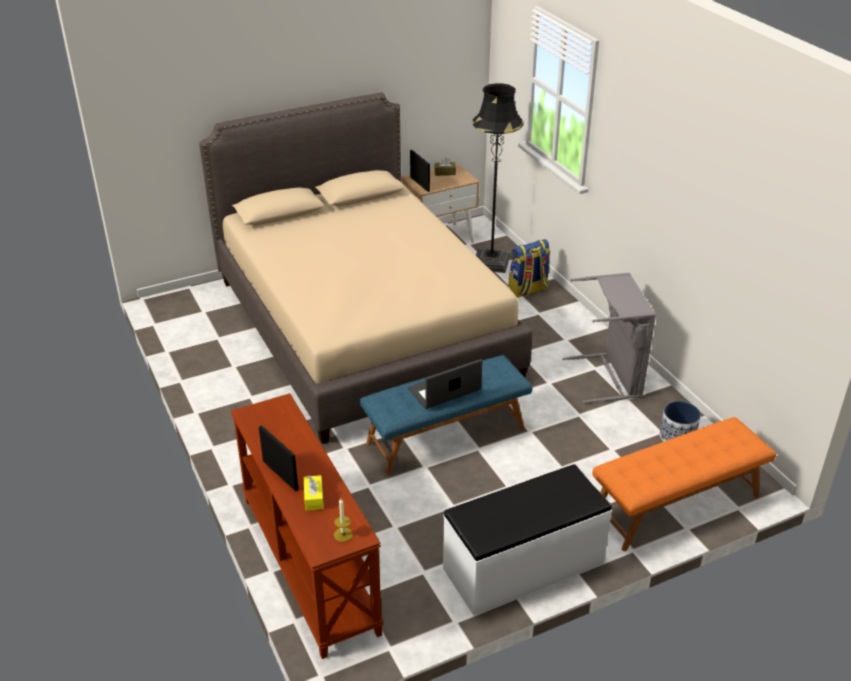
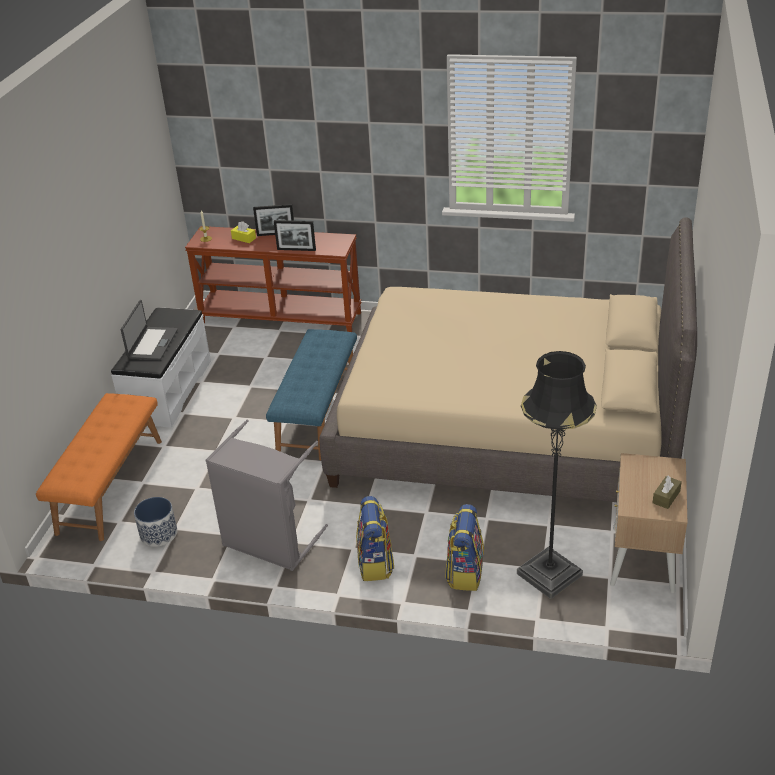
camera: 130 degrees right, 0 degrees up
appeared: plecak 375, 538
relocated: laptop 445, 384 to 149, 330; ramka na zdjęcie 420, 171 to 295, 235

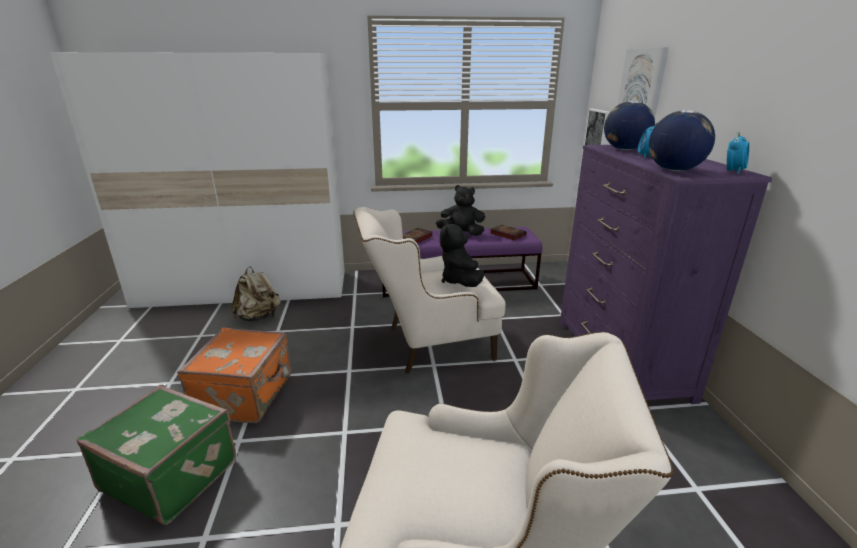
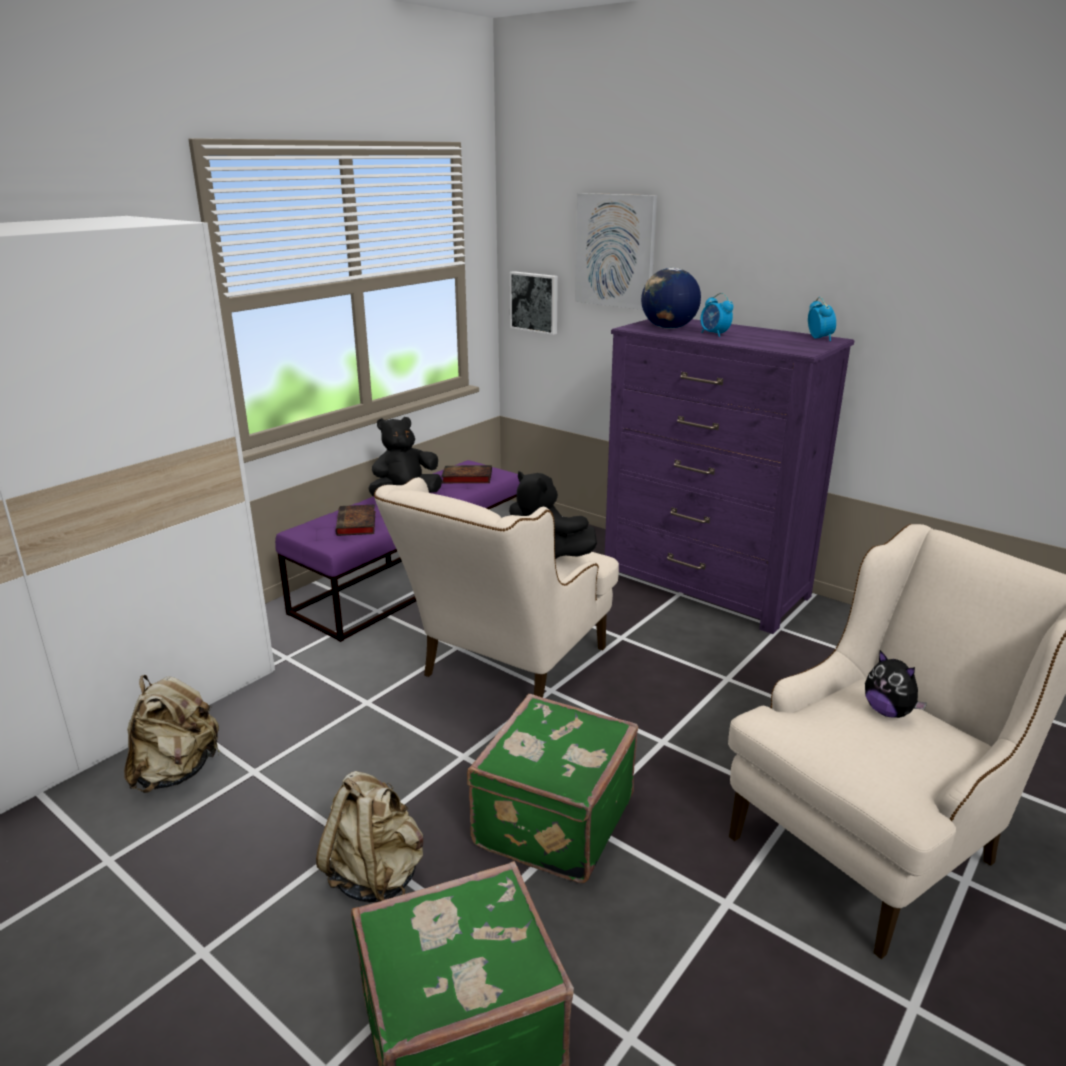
camera: 45 degrees left, 0 degrees up
missing: globus 682, 140
appeared: walizka (zielony) 552, 788; pluszak 896, 684
exchanged: walizka (pomarańczowy) 234, 375 to plecak (beżowy) 369, 837

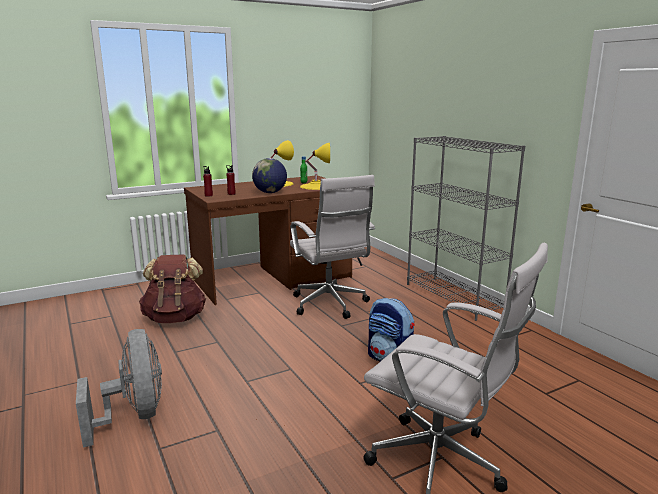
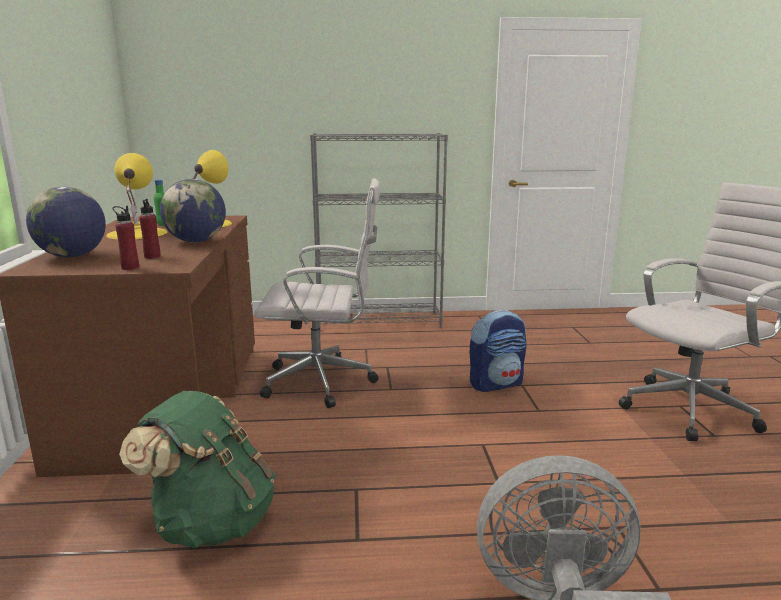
camera: 65 degrees left, 0 degrees up
appeared: globus 66, 222
colour: plecak (brązowy) 172, 289 to plecak (zielony) 197, 469

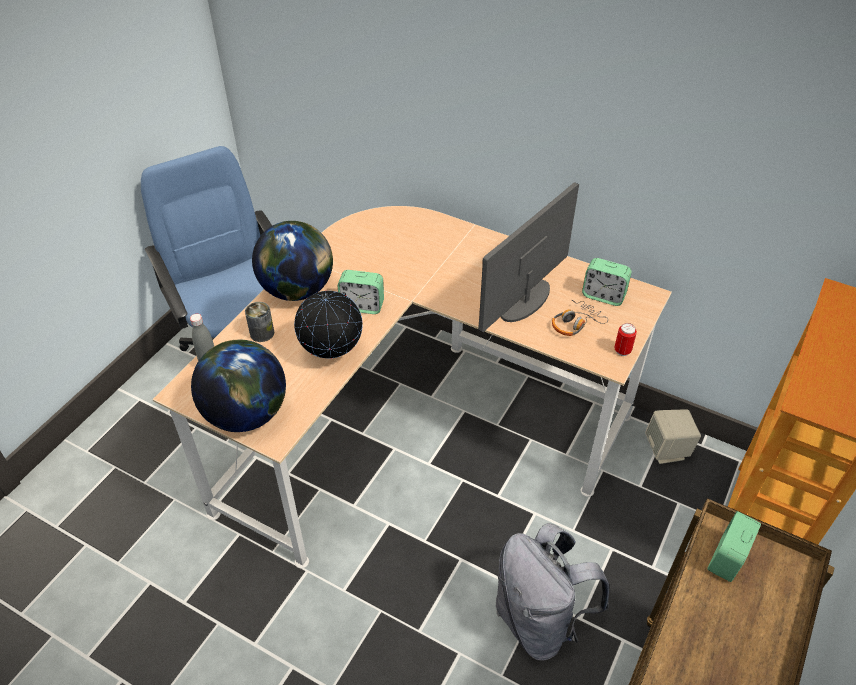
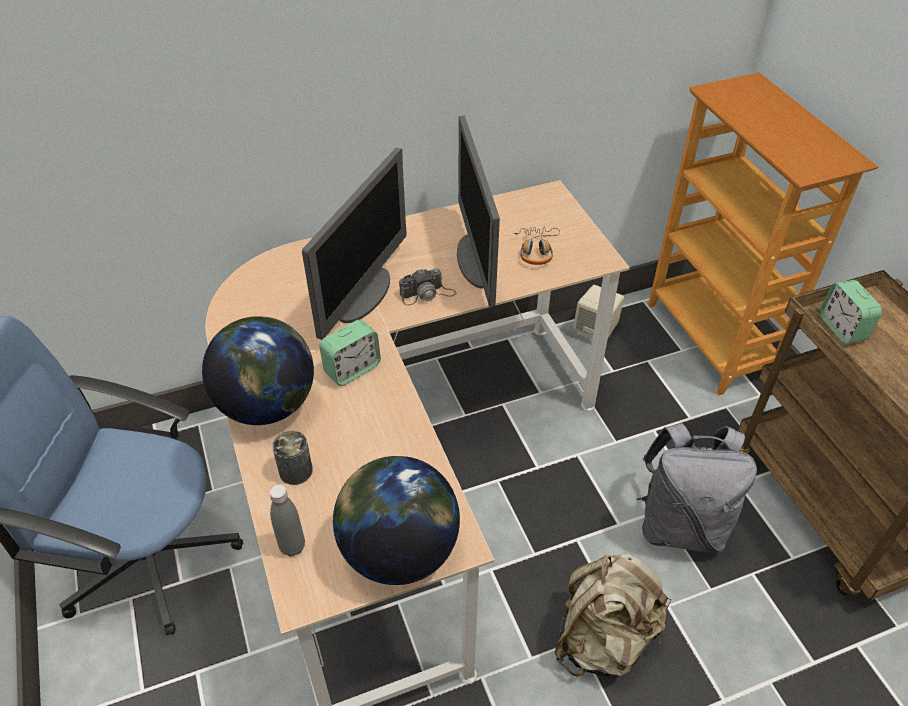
camera: 50 degrees left, 0 degrees up
missing: globus 328, 324; budzik 607, 282; puszka 625, 339
appeared: monitor 354, 244; aparat fotograficzny 427, 287; plecak (beżowy) 613, 615

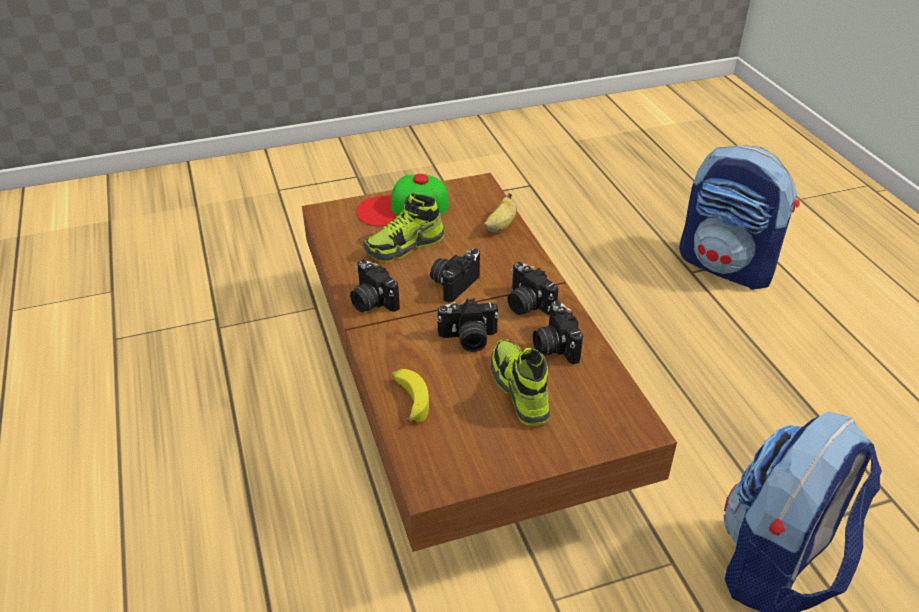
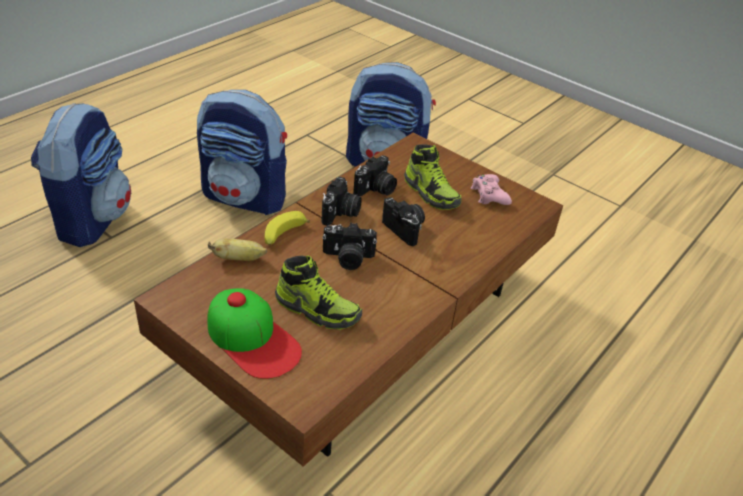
camera: 125 degrees left, 0 degrees up
missing: aparat fotograficzny 375, 285
appeared: plecak 242, 152; pad do gier (różowy) 491, 189
relocated: banan 410, 395 to 287, 228
spun: but 520, 382 = 433, 177 75 degrees counterclockwise

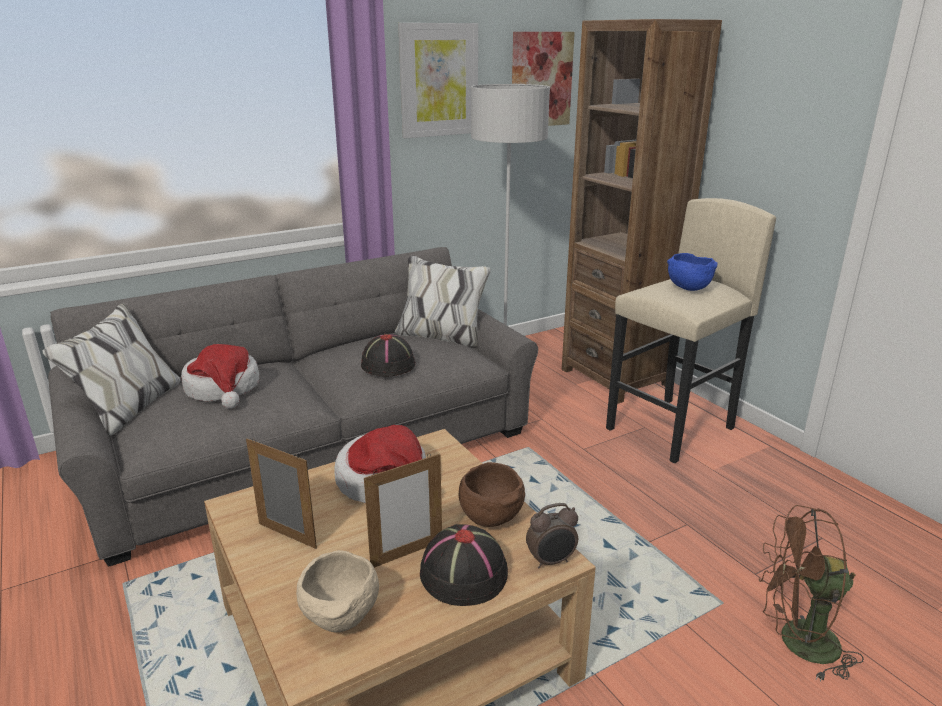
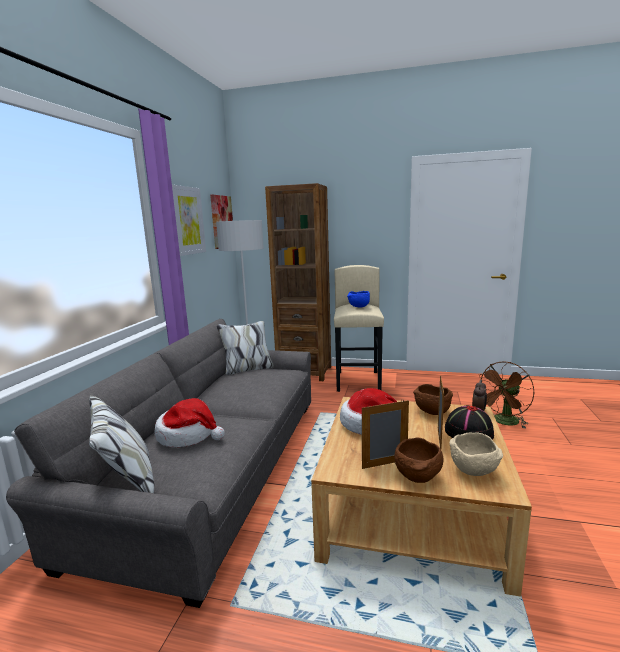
camera: 45 degrees left, 10 degrees down
missing: kapelusz (czarny) 388, 355
appeared: miska (brązowy) 419, 460

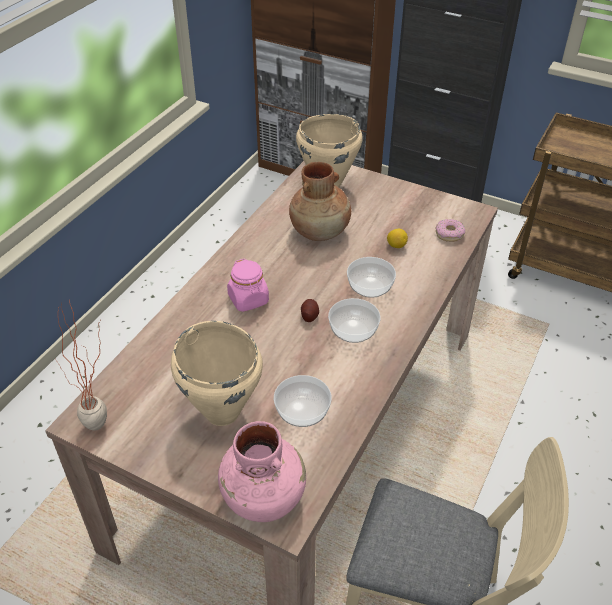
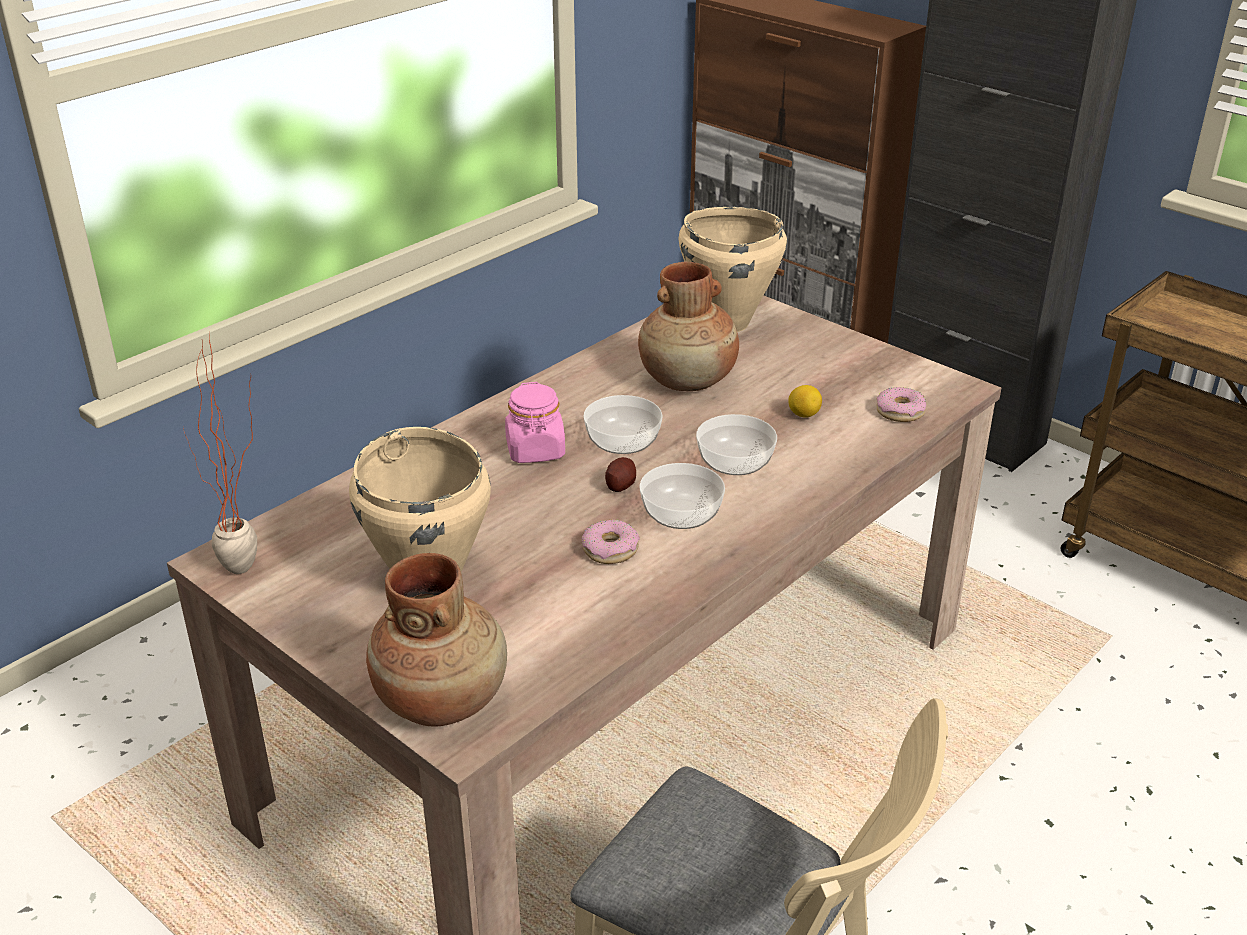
camera: 15 degrees right, 10 degrees down
appeared: donut 611, 542
relocated: miska 303, 401 to 623, 424
colour: wazon (różowy) 262, 471 to wazon (brązowy) 436, 640

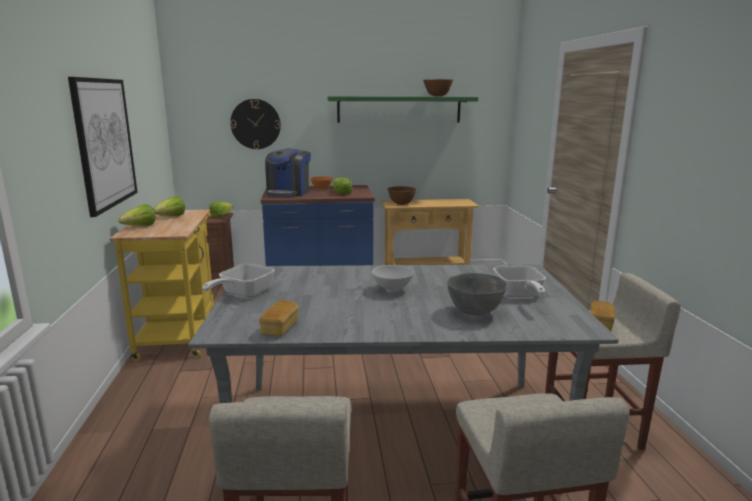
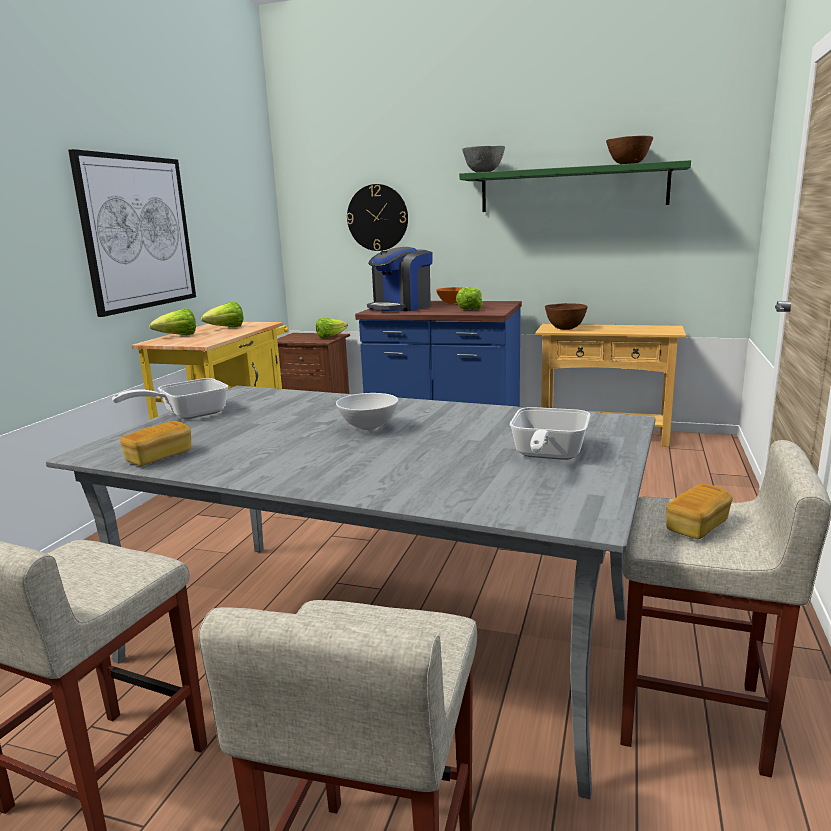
camera: 25 degrees right, 0 degrees up
relocated: miska (szary) 477, 294 to 483, 159

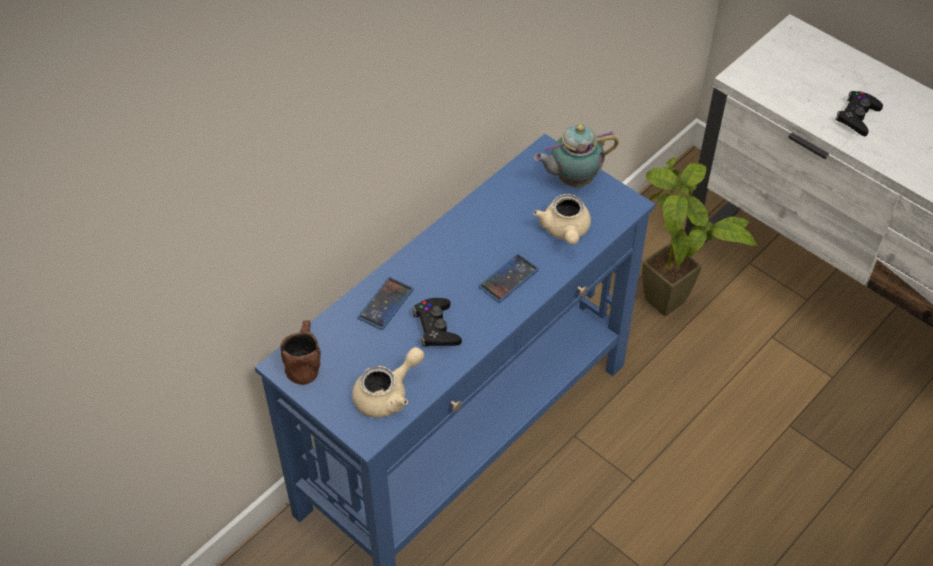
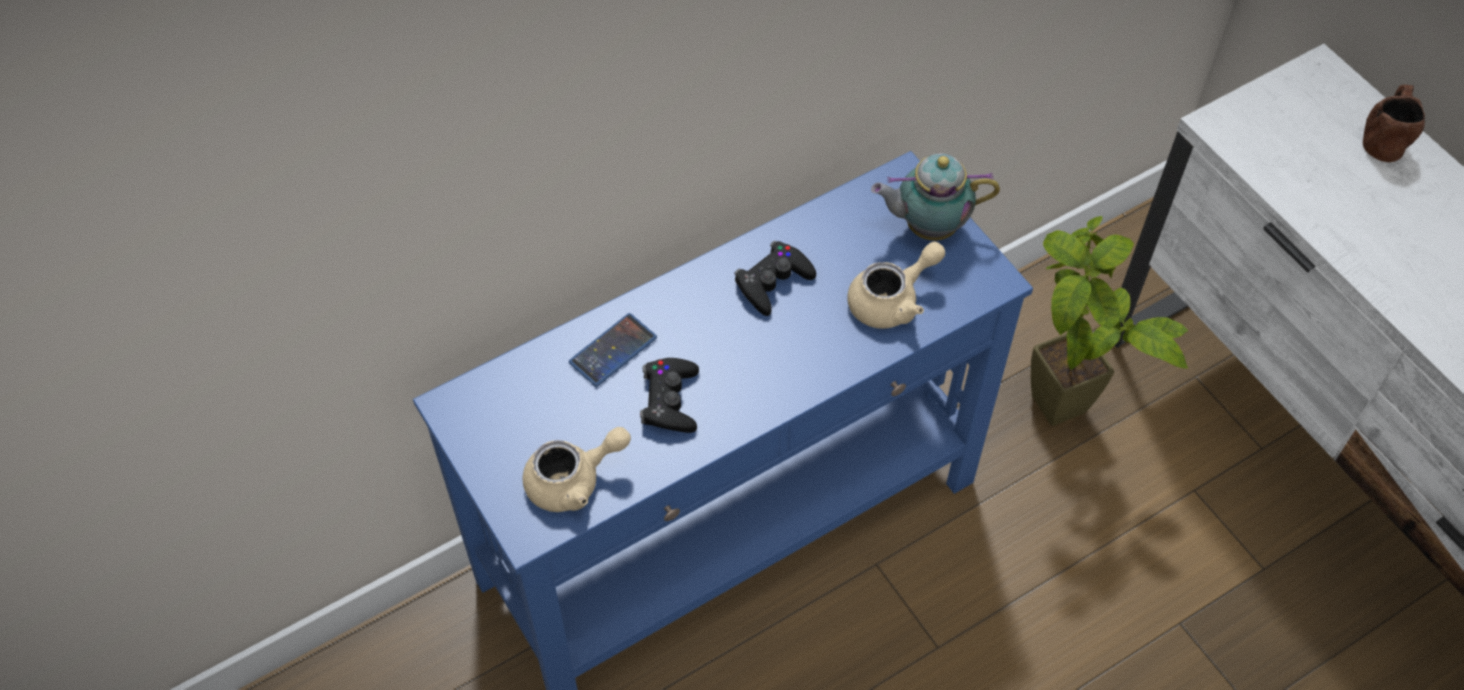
camera: 15 degrees right, 5 degrees up
missing: telefon 508, 278
relocated: pad do gier (czarny) 859, 113 to 775, 278; kubek (brązowy) 301, 352 to 1394, 123
spun: imbryk (beżowy) 562, 219 = 896, 285 135 degrees counterclockwise

